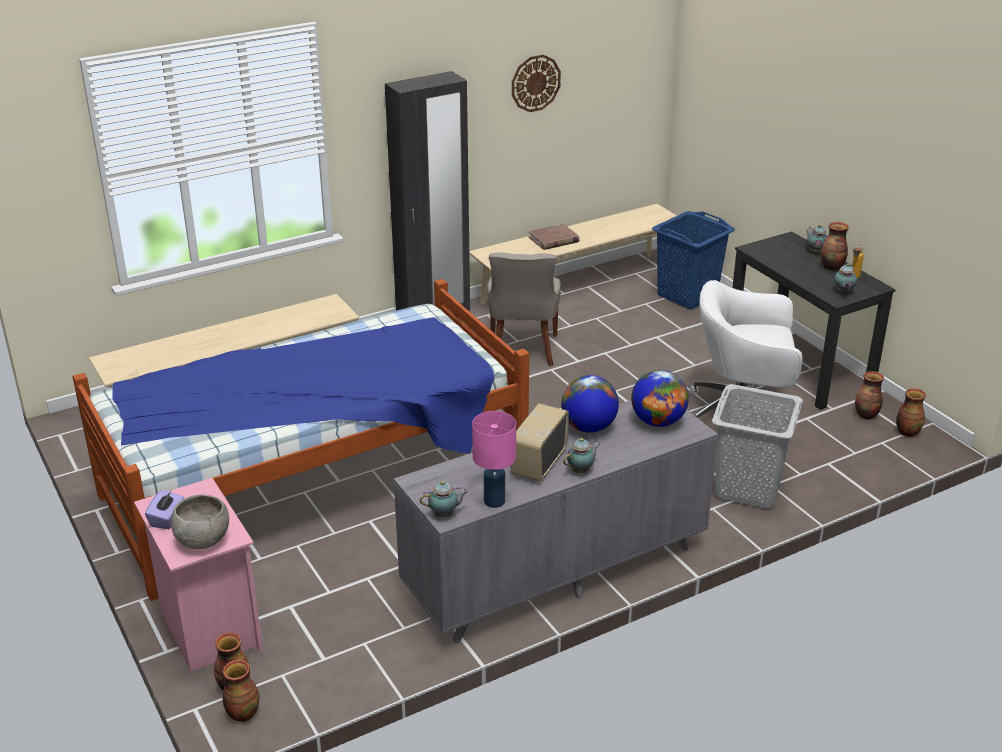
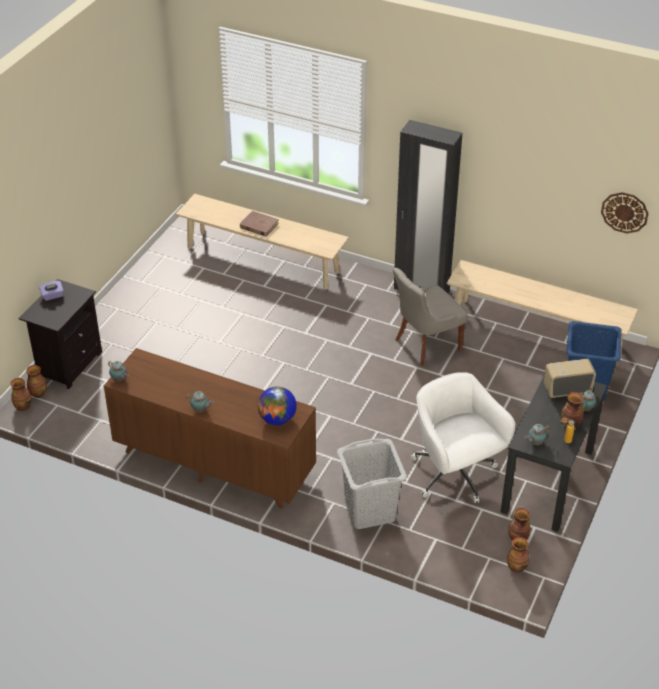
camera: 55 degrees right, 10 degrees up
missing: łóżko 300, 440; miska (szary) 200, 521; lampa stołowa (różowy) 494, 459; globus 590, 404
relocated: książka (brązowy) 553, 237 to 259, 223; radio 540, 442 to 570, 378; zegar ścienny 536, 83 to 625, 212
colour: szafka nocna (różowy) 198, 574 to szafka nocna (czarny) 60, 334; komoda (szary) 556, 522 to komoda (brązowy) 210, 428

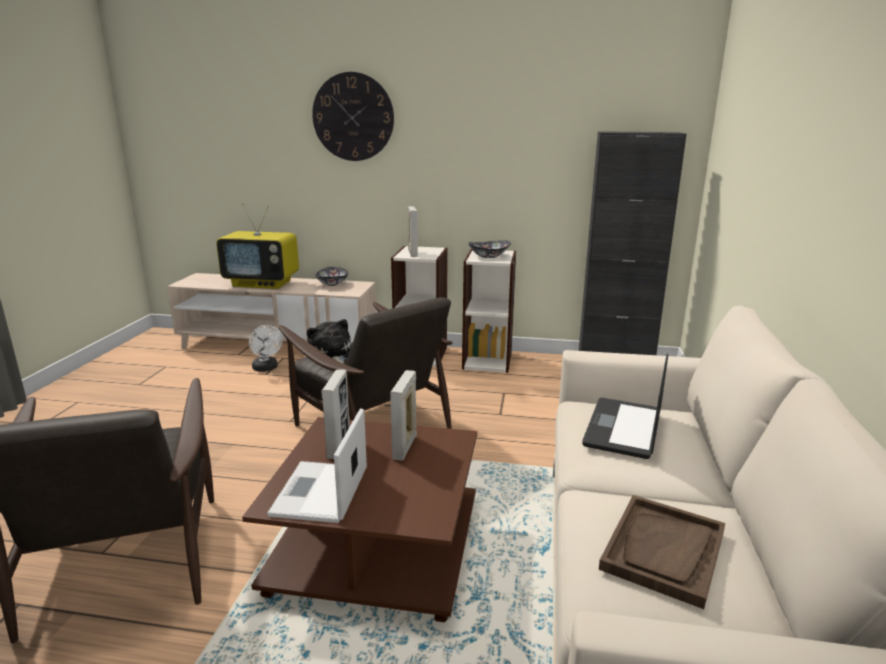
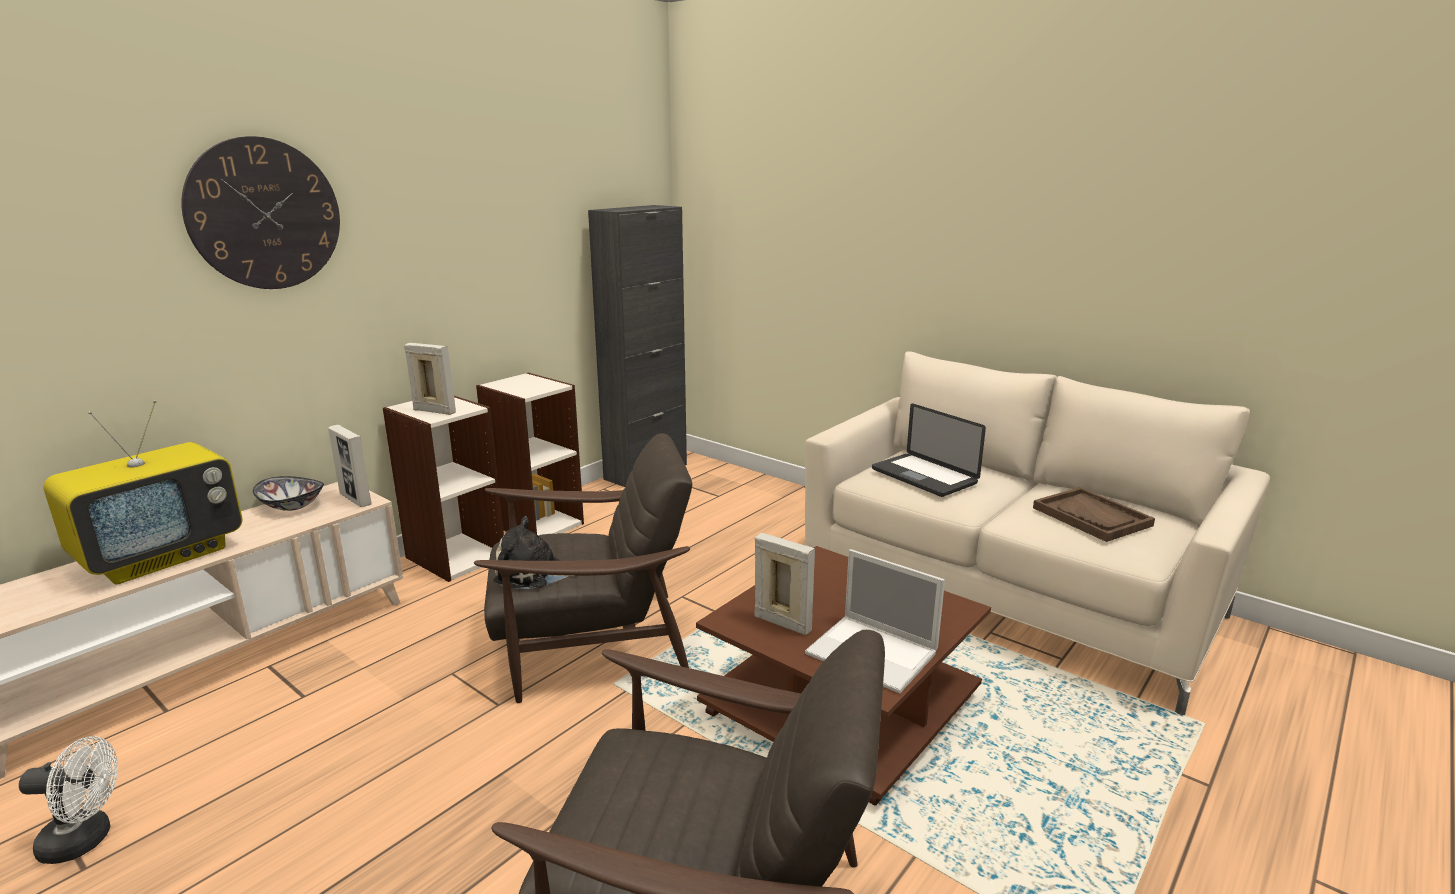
camera: 60 degrees left, 0 degrees up
missing: miska 489, 249
relocated: wentylator (biały) 266, 348 to 68, 800; ramka na zdjęcie 403, 415 to 350, 466

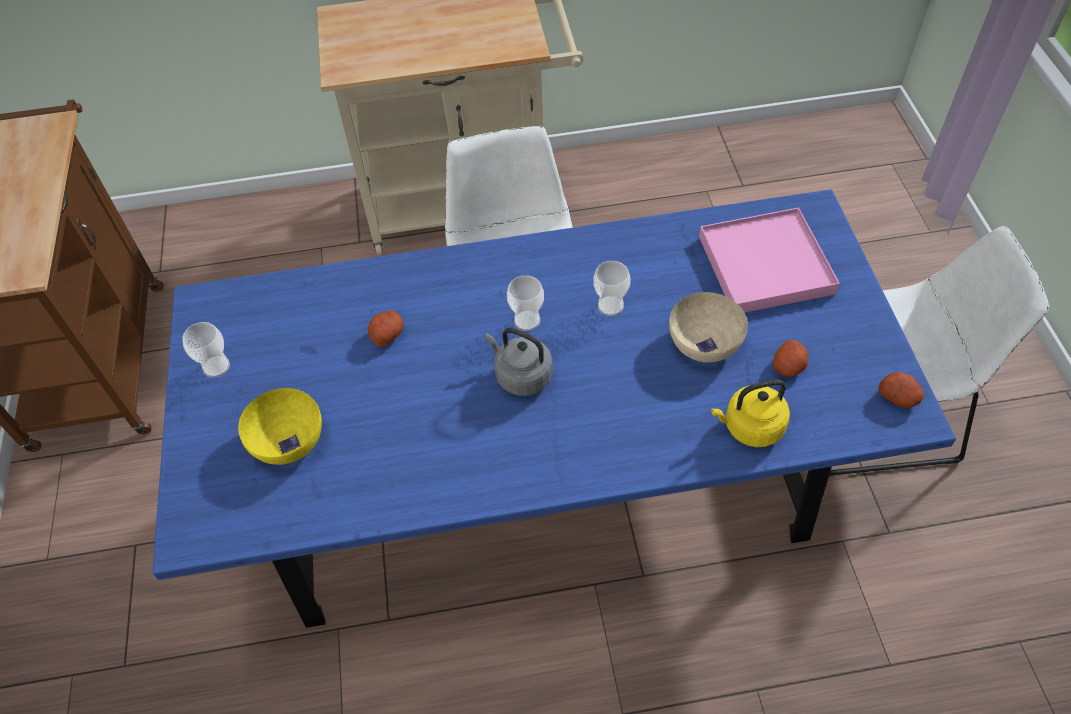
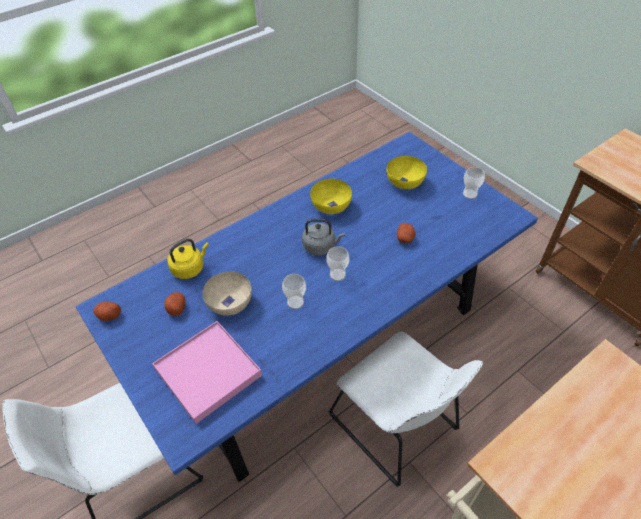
camera: 150 degrees right, 5 degrees down
appeared: miska (żółty) 331, 196

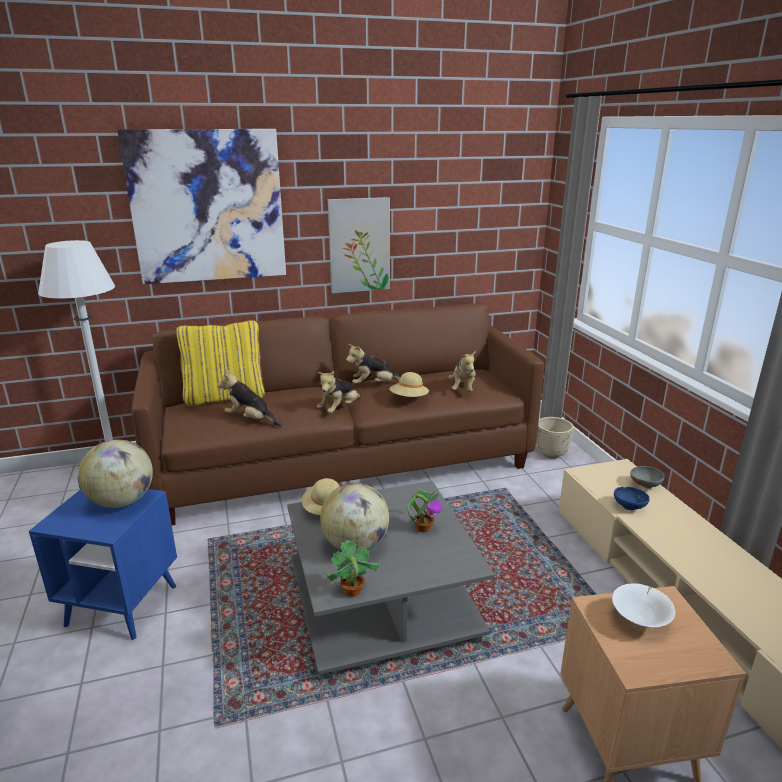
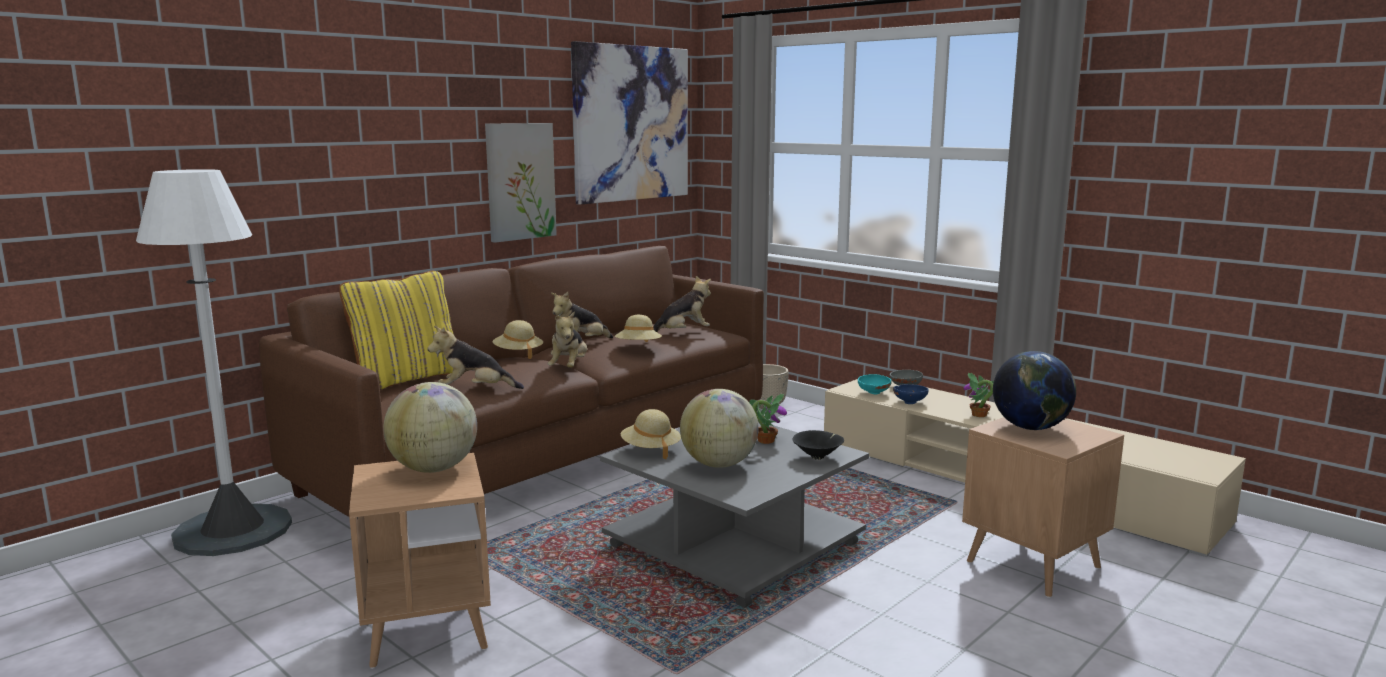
camera: 30 degrees left, 10 degrees down
appeared: kapelusz (beżowy) 518, 339; miska (czarny) 818, 445; miska (turkusowy) 875, 384
relocated: obraz 201, 206 to 629, 123; roślina doniczkowa 352, 568 to 978, 394
exchanged: miska (biały) 643, 605 to globus 1034, 390
colour: stolik (niebieski) 103, 564 to stolik (brązowy) 420, 561
spun: pluszak 462, 371 = 682, 304 90 degrees counterclockwise

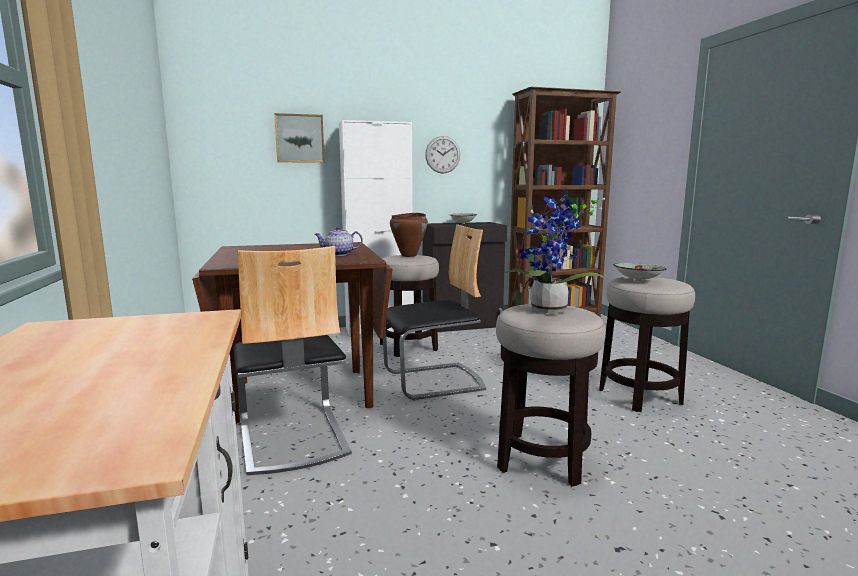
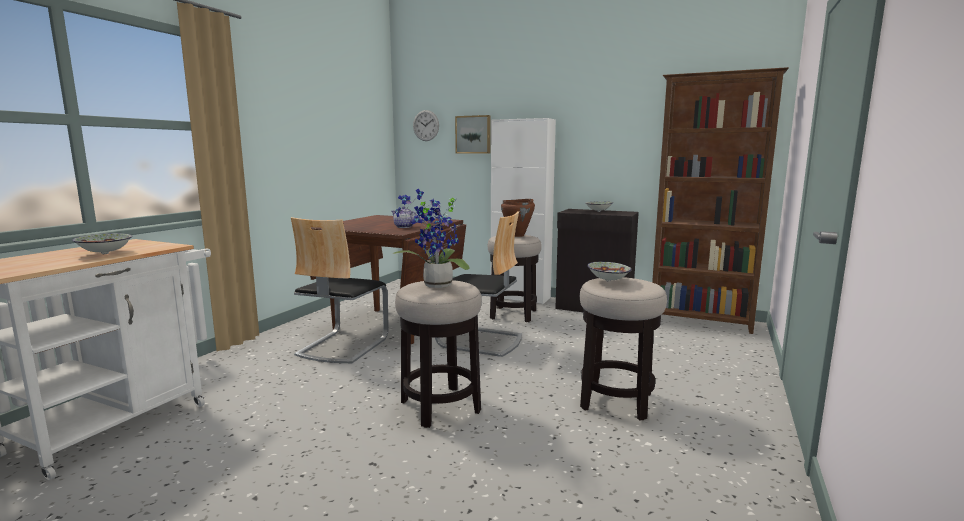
camera: 40 degrees right, 0 degrees up
appeared: miska 102, 243
relocated: zegar ścienny 442, 155 to 426, 125

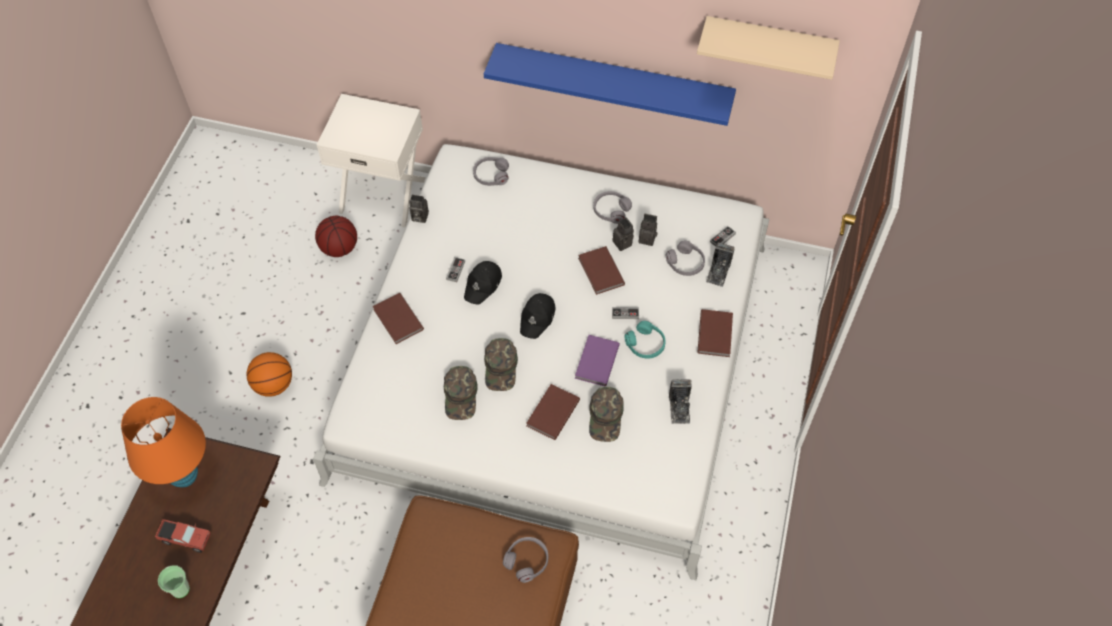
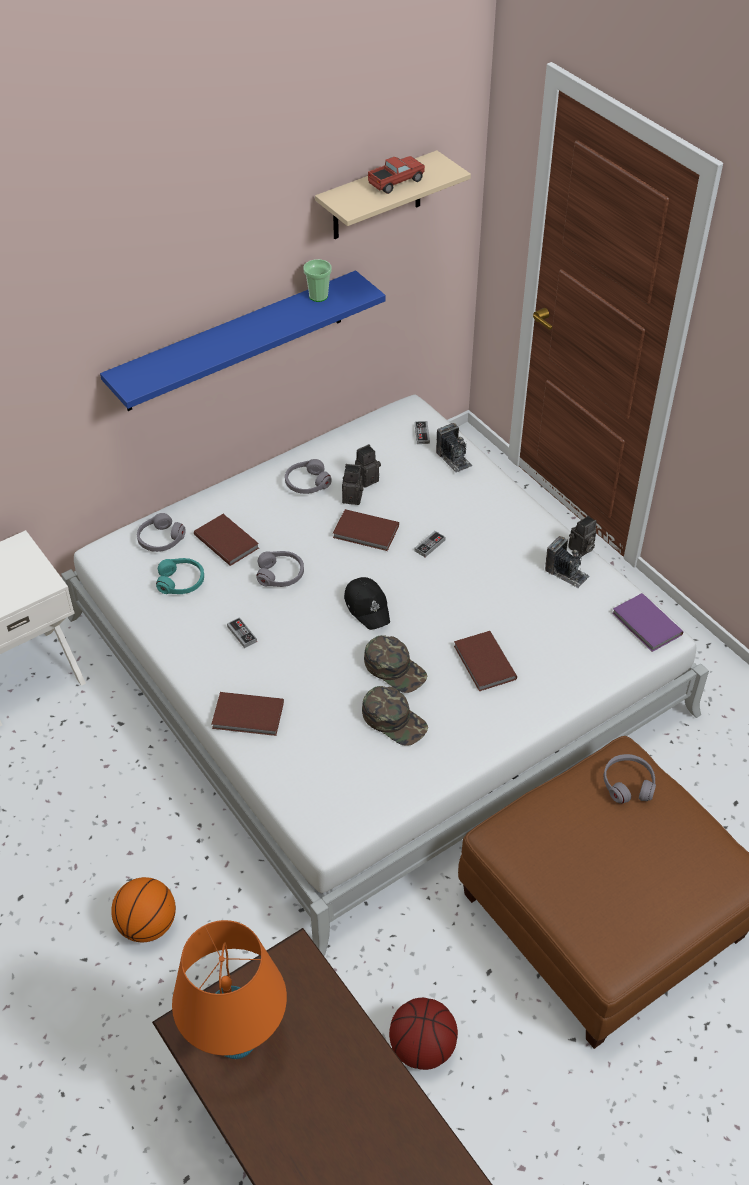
camera: 50 degrees left, 10 degrees down
missing: czapka z daszkiem (czarny) 483, 282; czapka z daszkiem (zielony) 606, 414
relocated: słuchawki (turkusowy) 645, 340 to 180, 576; książka (brązowy) 715, 333 to 226, 540; słuchawki (szary) 685, 258 to 280, 569; filiżanka 174, 581 to 317, 280; ciężarówka zabawkowa 183, 536 to 396, 175; piłka do koszykówki 336, 236 to 423, 1034; aparat fotograficzny 419, 209 to 582, 536; książka (fioletowy) 597, 360 to 647, 622

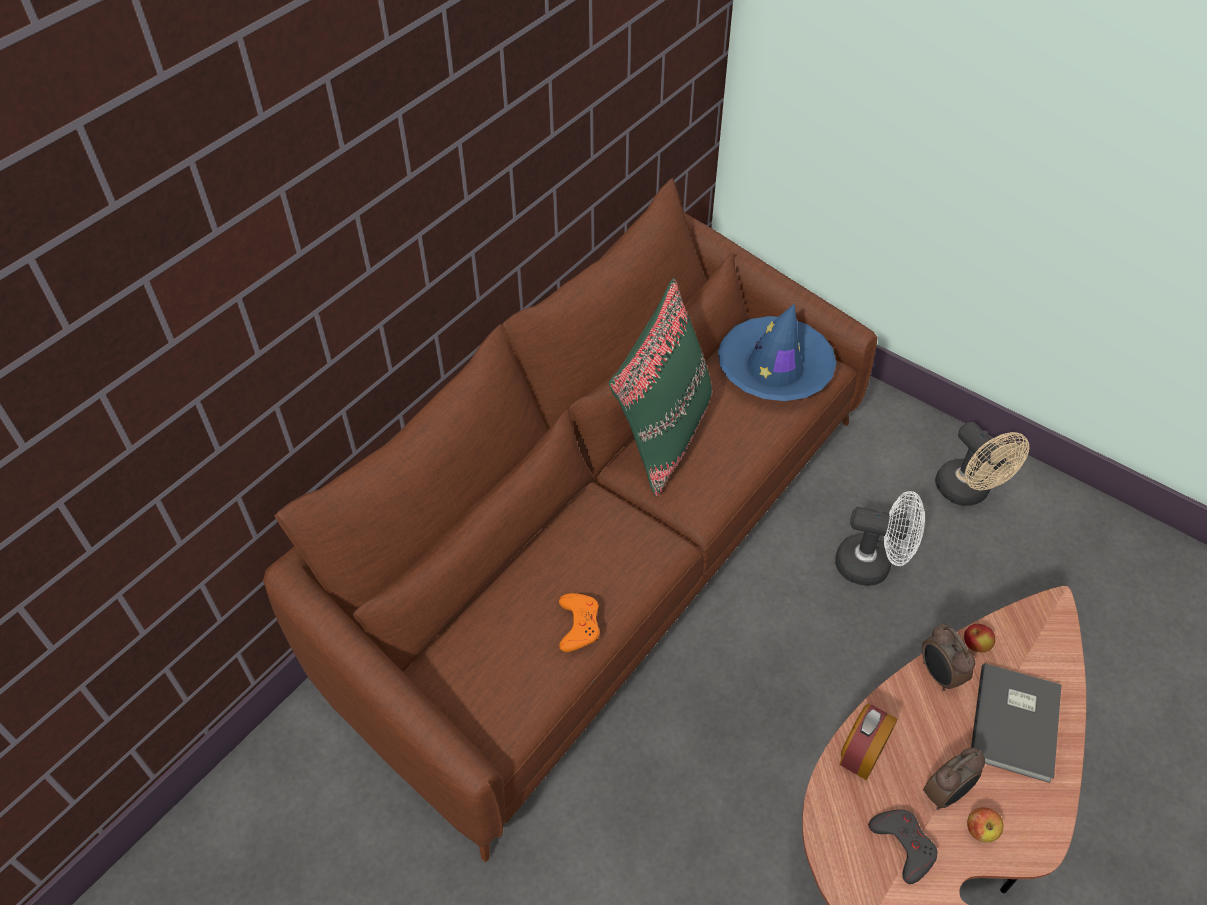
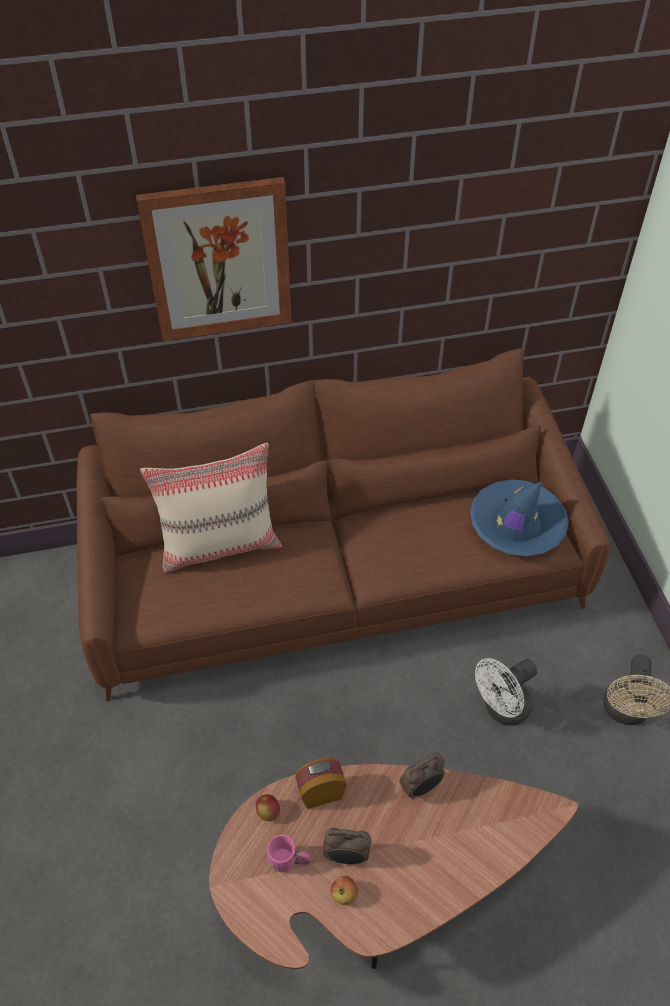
camera: 40 degrees right, 0 degrees up
missing: pad do gier (pomarańczowy) 579, 622; poduszka (zielony) 661, 387; książka (szary) 1016, 723
appeared: obraz 214, 259; poduszka (beżowy) 211, 508
relocated: jabłko 979, 638 to 268, 807
exchanged: pad do gier (szary) 903, 847 to kubek (różowy) 288, 853
spun: budzik 948, 657 = 422, 776 135 degrees counterclockwise; wentylator (biały) 880, 538 = 506, 692 90 degrees clockwise

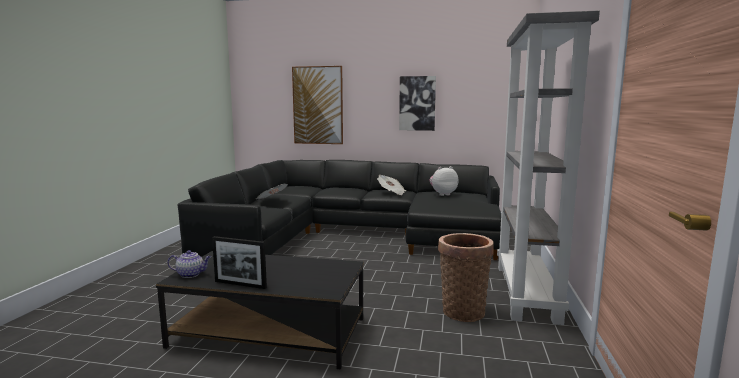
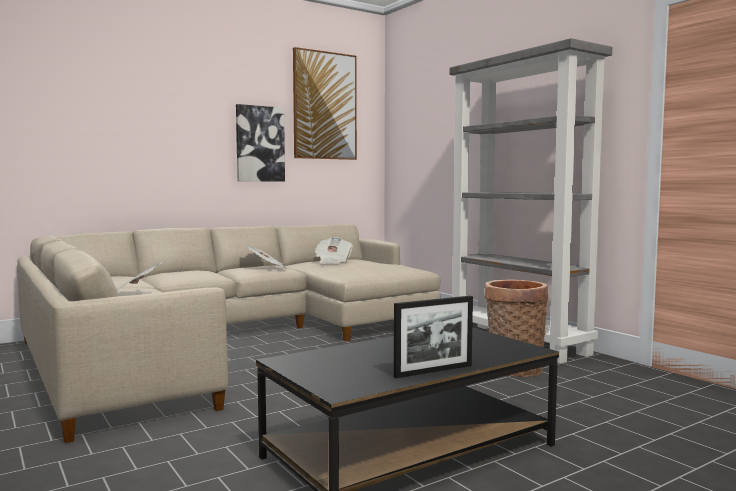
camera: 45 degrees left, 5 degrees down
missing: imbryk 189, 264
relocated: obraz 317, 105 to 325, 103
exchanged: pluszak 443, 181 to gazeta 333, 250
colour: kanapa (czarny) 339, 210 to kanapa (beżowy) 229, 333

